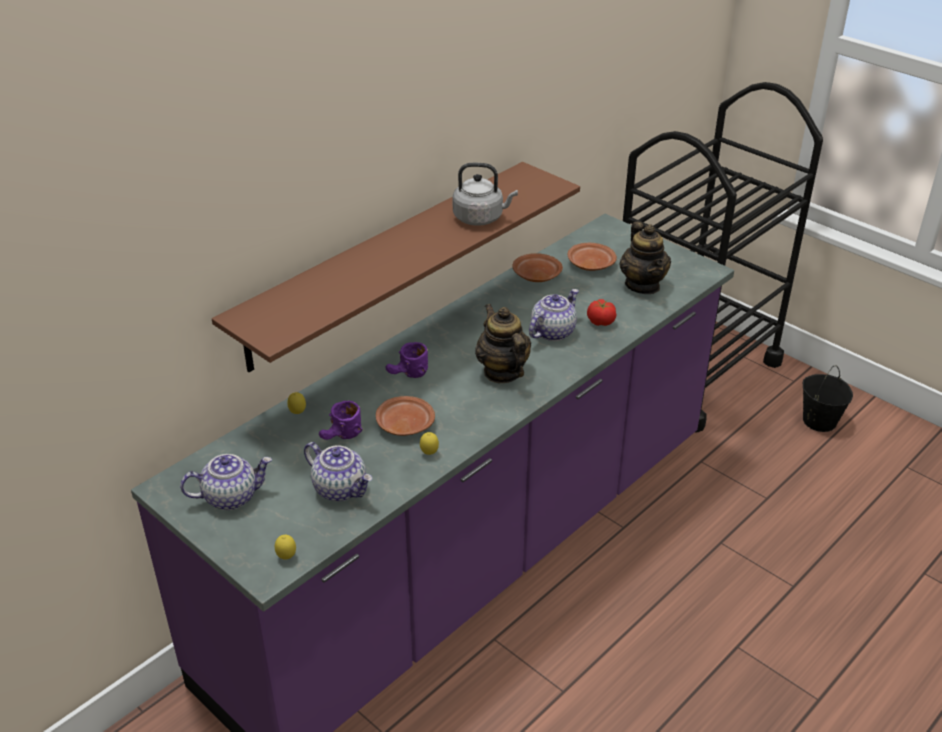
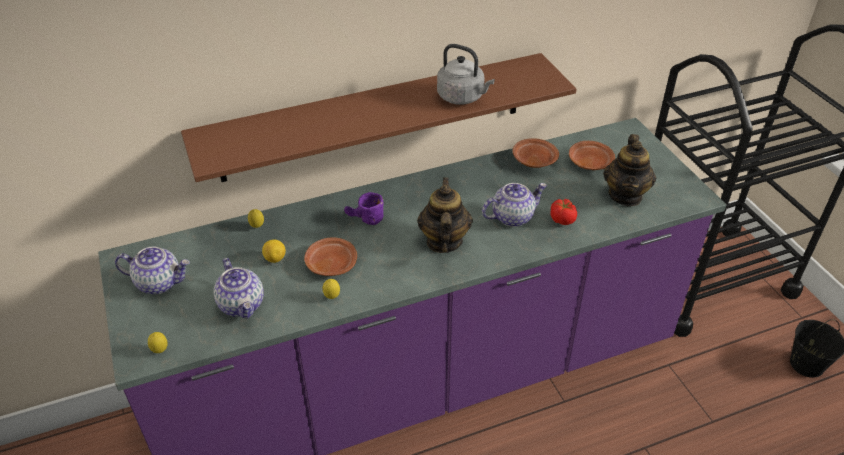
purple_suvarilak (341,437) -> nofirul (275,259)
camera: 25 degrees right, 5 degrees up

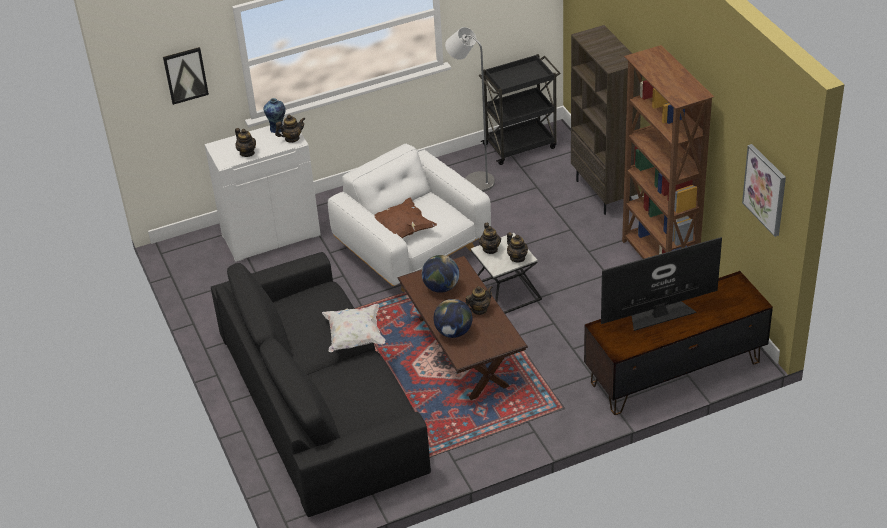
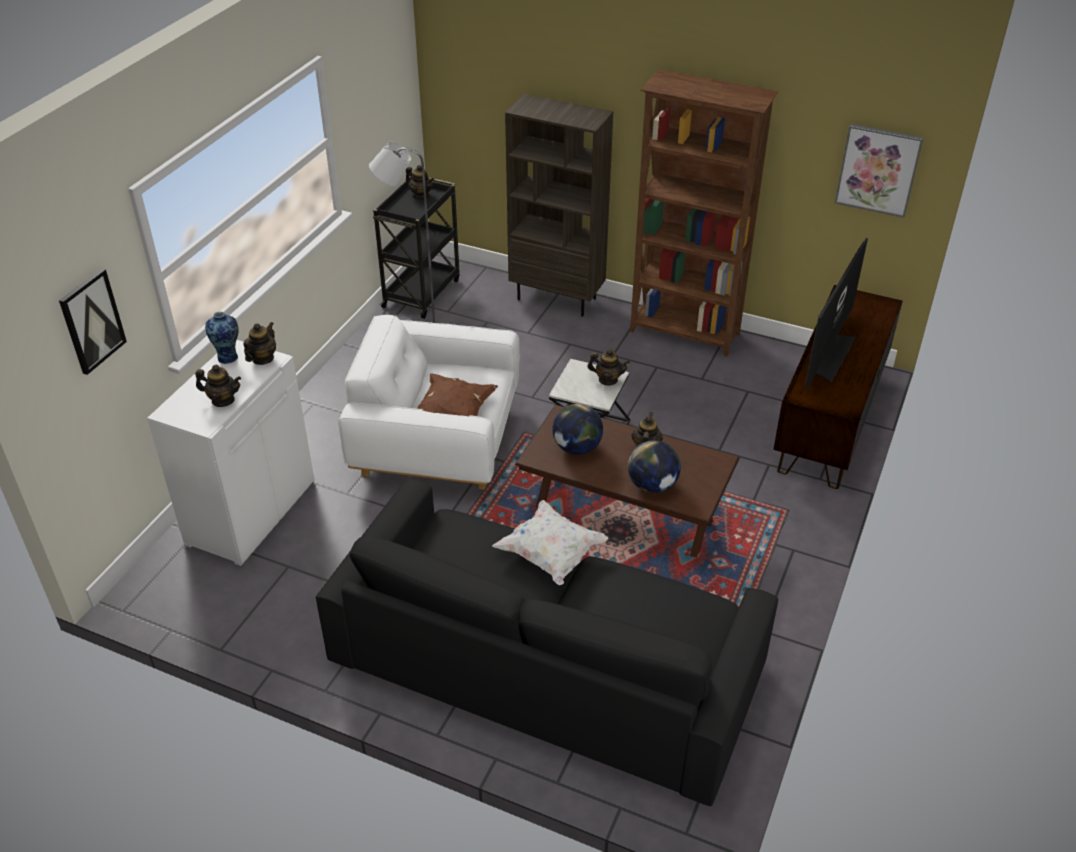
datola (490,249) -> datola (421,195), moved
camera: 45 degrees left, 0 degrees up

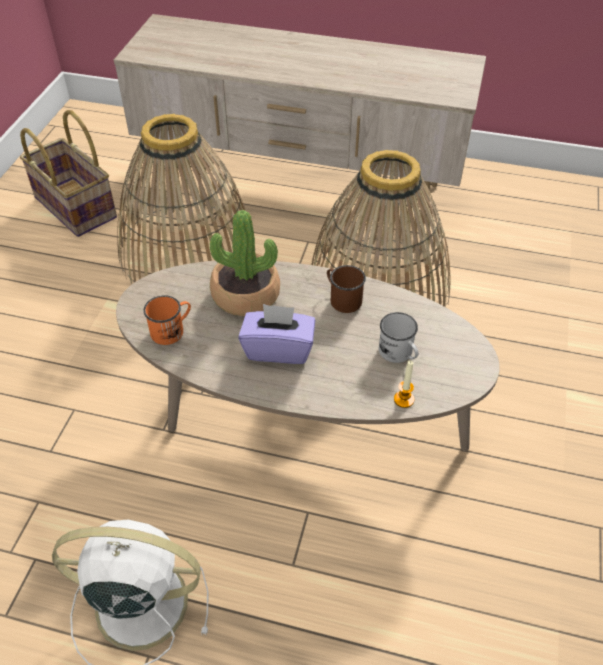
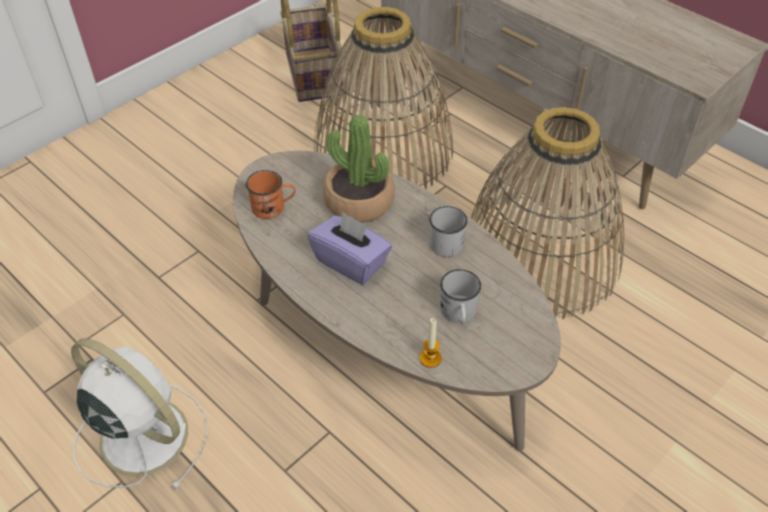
brown_suvarilak (342,299) -> white_suvarilak (445,240)
camera: 30 degrees right, 0 degrees up

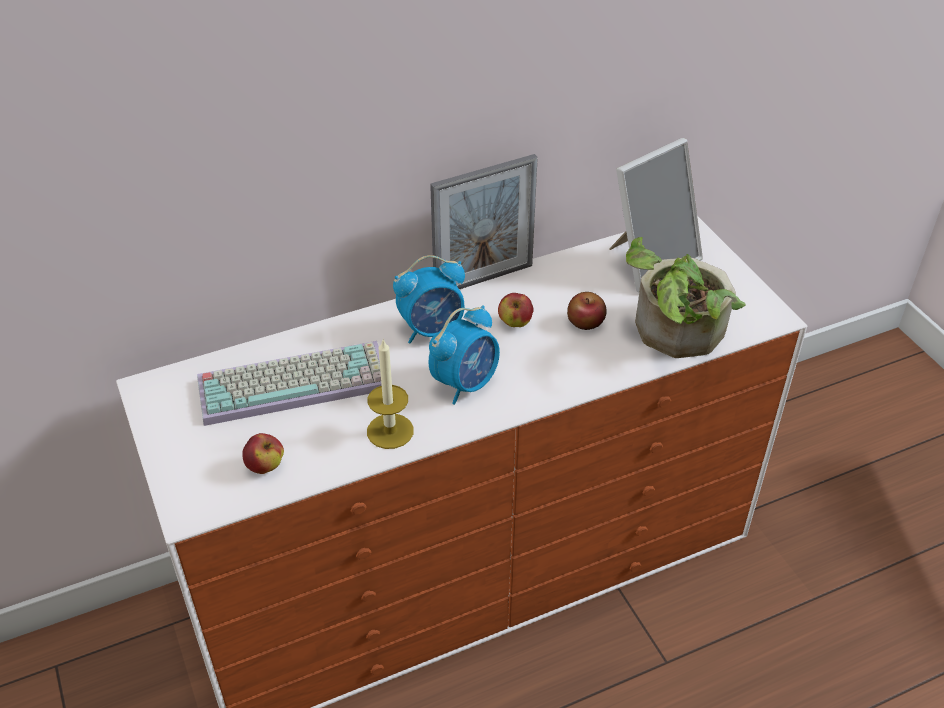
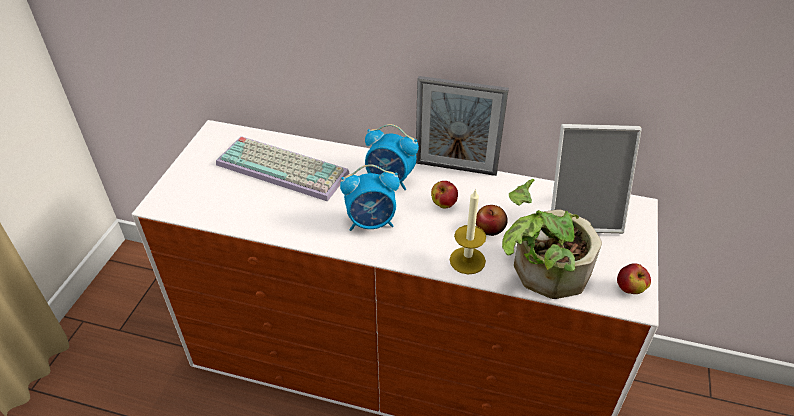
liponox (390,431) -> liponox (467,260), moved
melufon (265,466) -> melufon (630,289), moved
camera: 40 degrees right, 0 degrees up

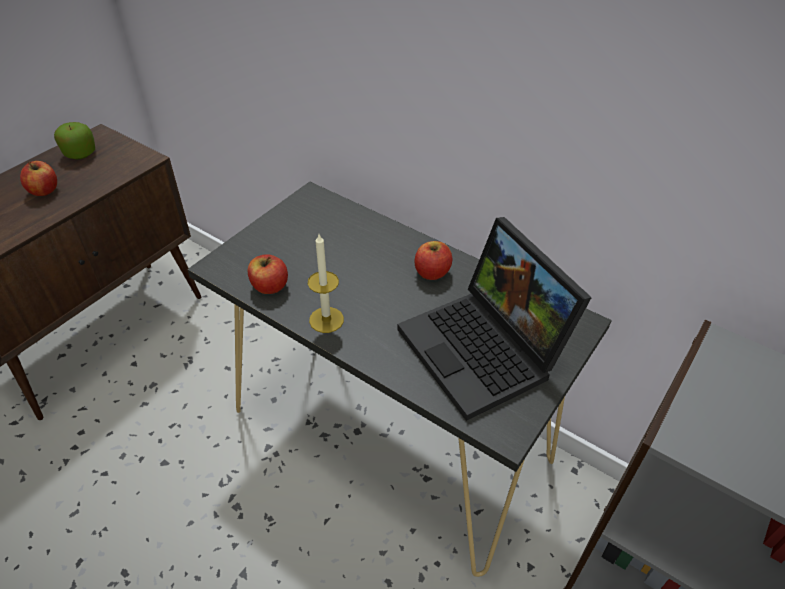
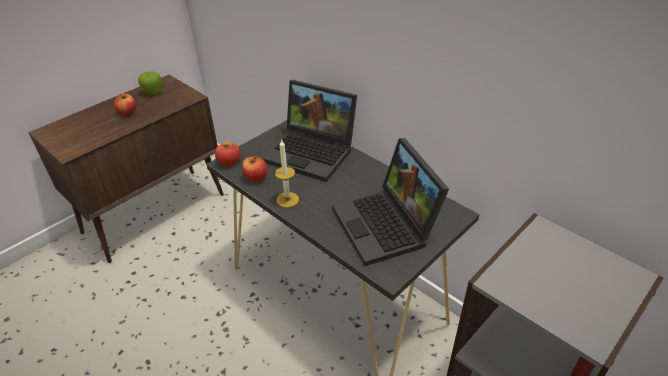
melufon (432,272) -> melufon (229,162), moved
none -> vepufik (313,152)
camera: 10 degrees right, 5 degrees down

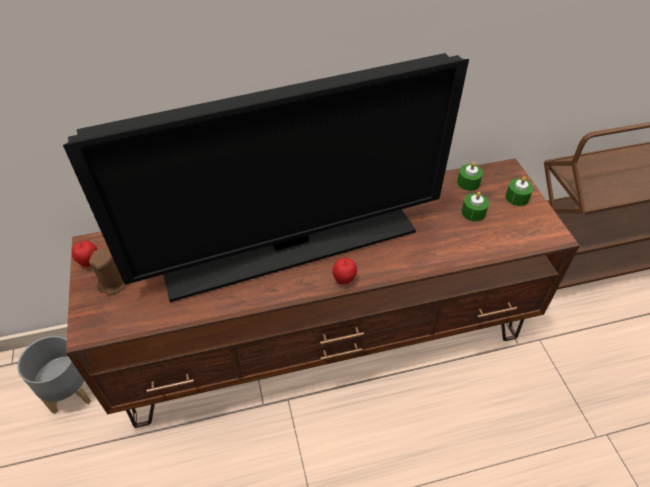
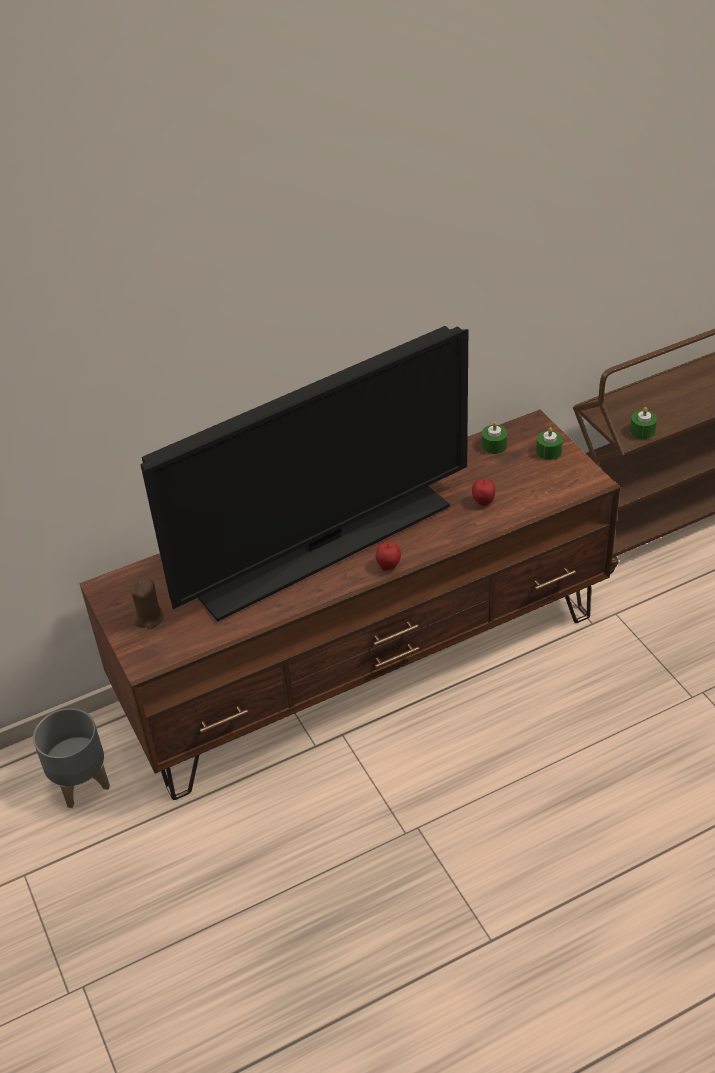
melufon (89,262) -> melufon (483,502), moved
green_liponox (473,212) -> green_liponox (642,431), moved
camera: 10 degrees left, 5 degrees down

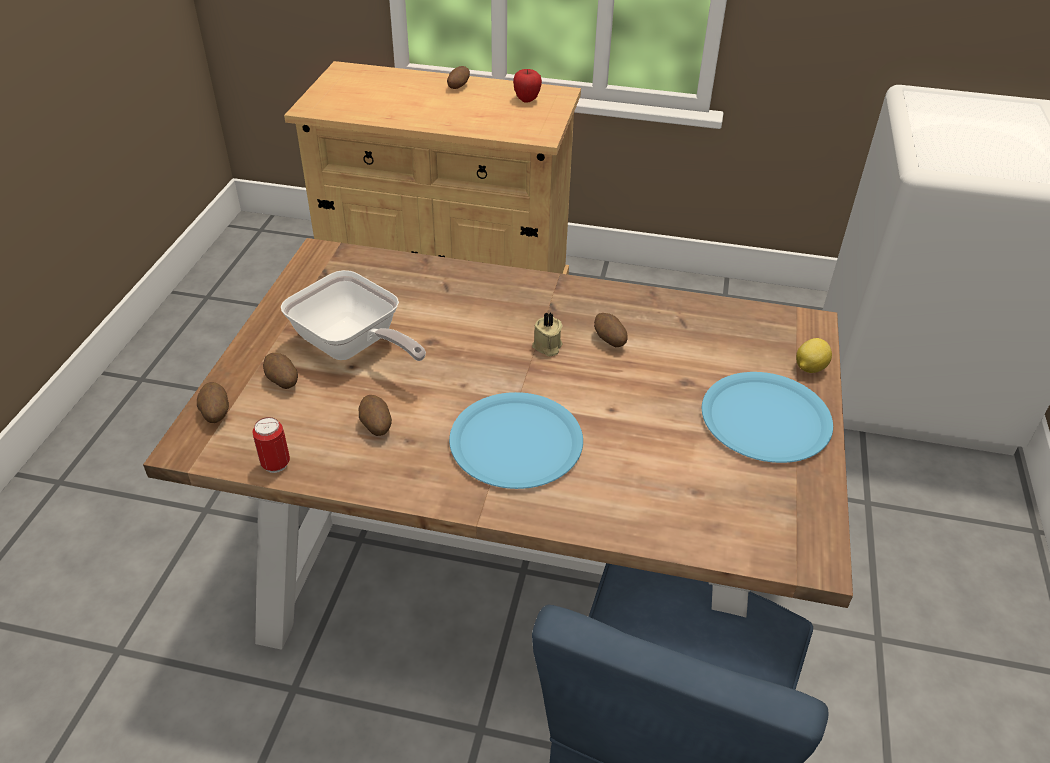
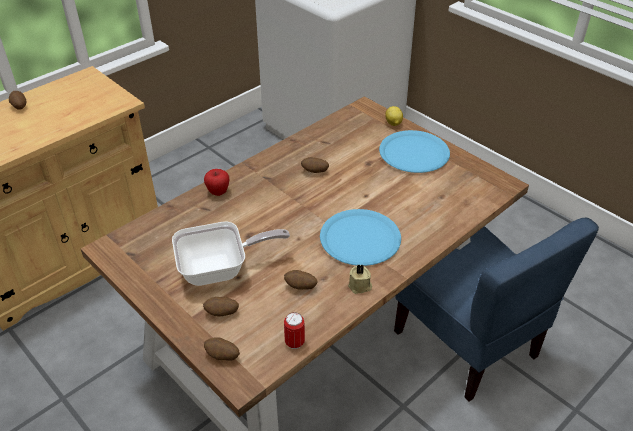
melufon (527,100) -> melufon (218,192), moved
beige_liponox (547,347) -> beige_liponox (360,286), moved
camera: 55 degrees left, 0 degrees up

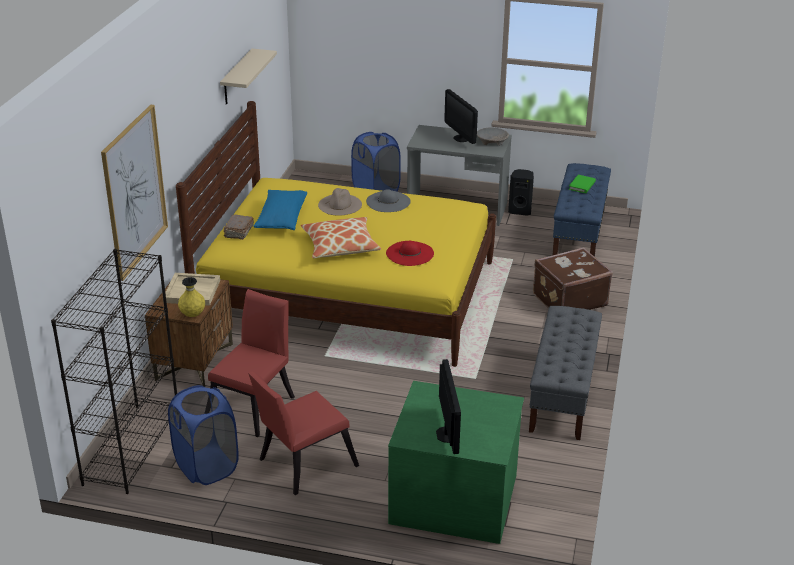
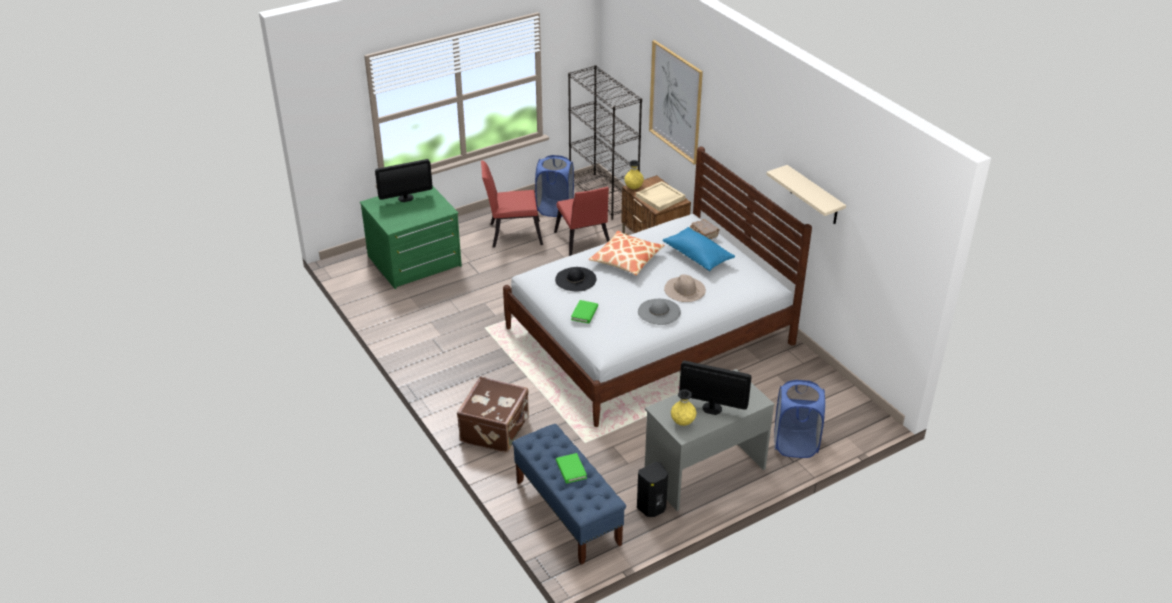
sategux (446,434) -> sategux (405,198), 60 degrees counterclockwise
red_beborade (302,464) -> red_beborade (512,234), 105 degrees counterclockwise
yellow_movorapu (349,294) -> white_movorapu (649,336)
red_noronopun (410,253) -> black_noronopun (575,279)
none -> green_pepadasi (584,313)
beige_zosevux (492,141) -> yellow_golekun (683,422)
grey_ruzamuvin (563,394) -> none
camera: 135 degrees right, 5 degrees up

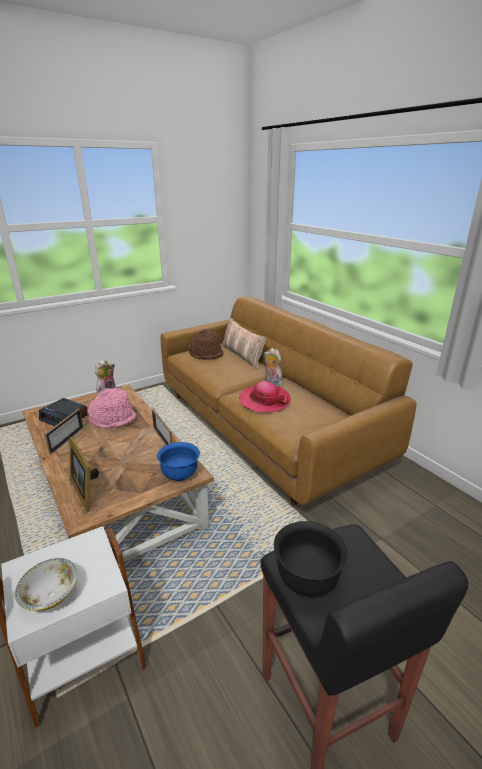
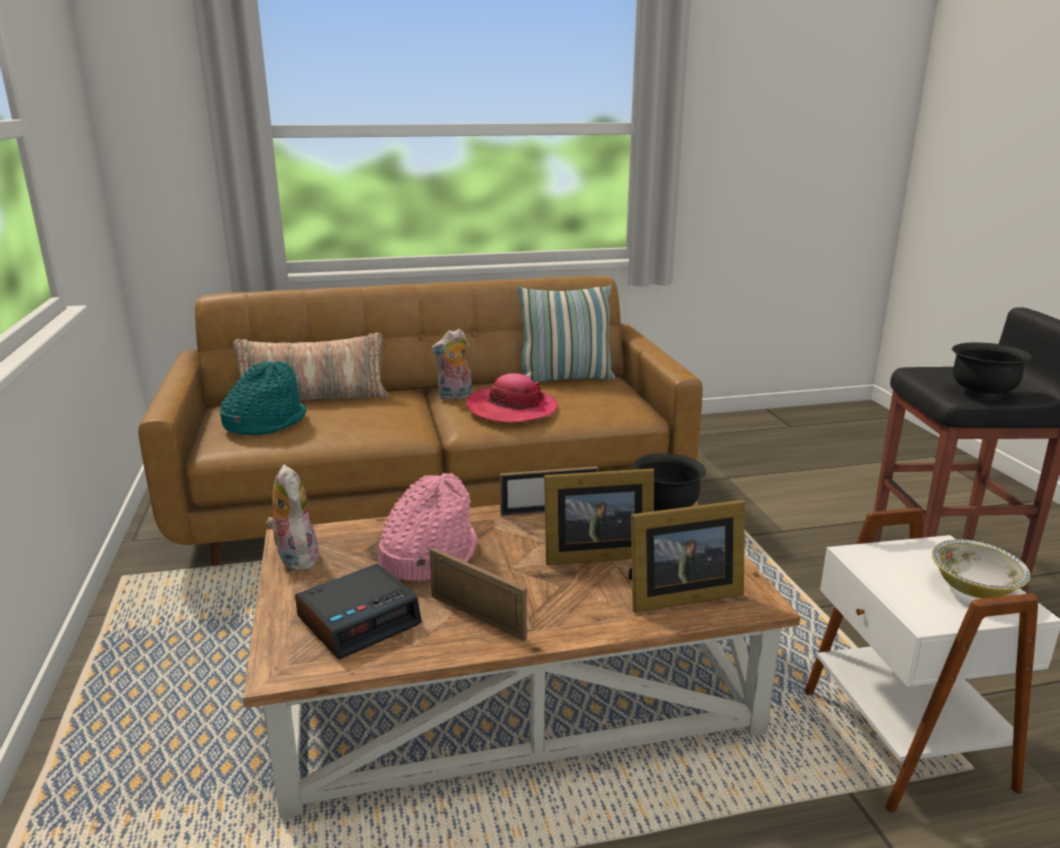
brown_noronopun (206,354) -> turquoise_noronopun (265,423)
none -> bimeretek (565,379)
none -> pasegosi (593,553)
blue_zosevux (180,475) -> black_zosevux (666,508)
camera: 70 degrees left, 5 degrees down

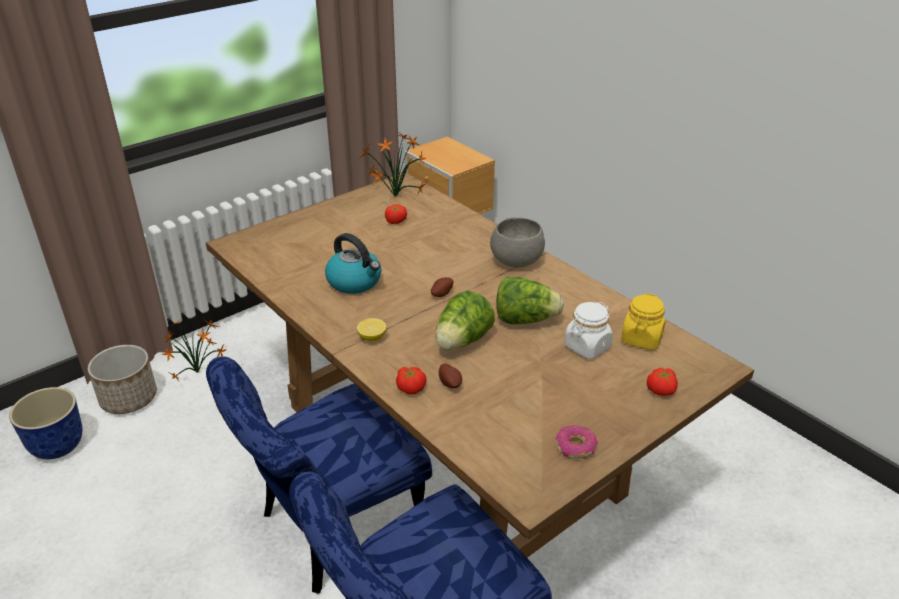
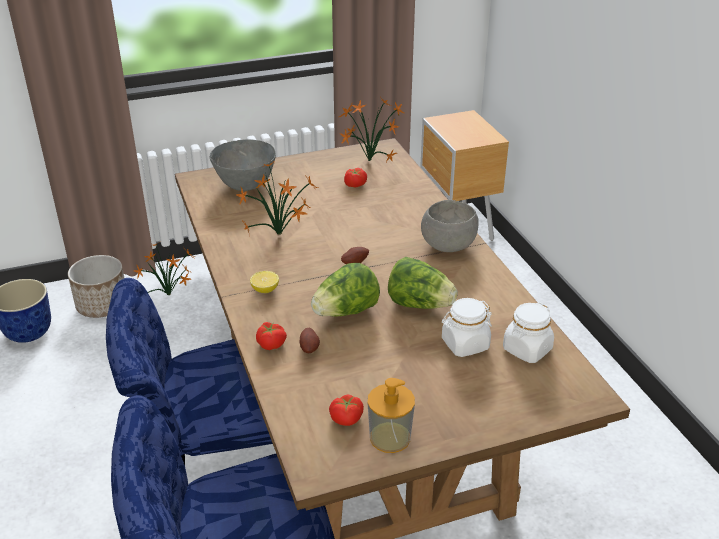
none -> grey_zosevux (246,185)
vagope (355,282) -> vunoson (282,235)
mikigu (661,390) -> mikigu (347,419), moved
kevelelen (576,447) -> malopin (390,437)
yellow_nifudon (641,339) -> white_nifudon (527,349)
camera: 20 degrees right, 0 degrees up

